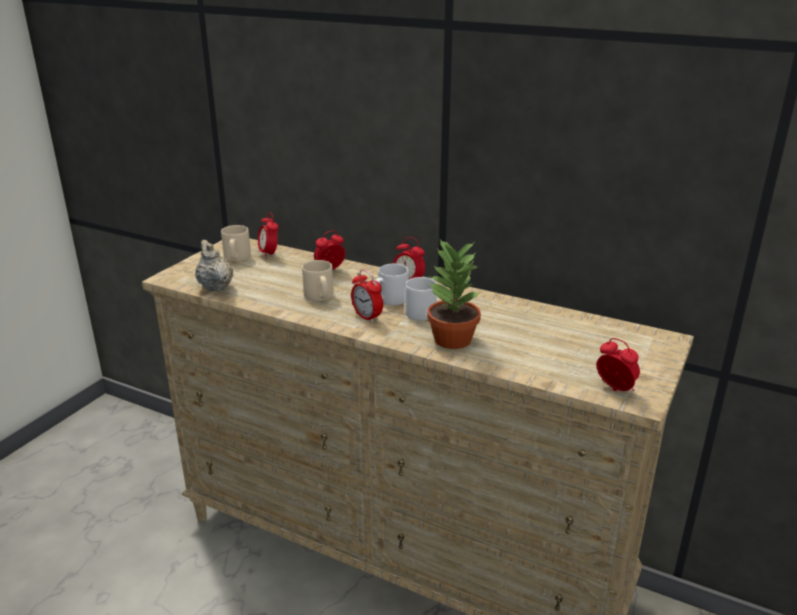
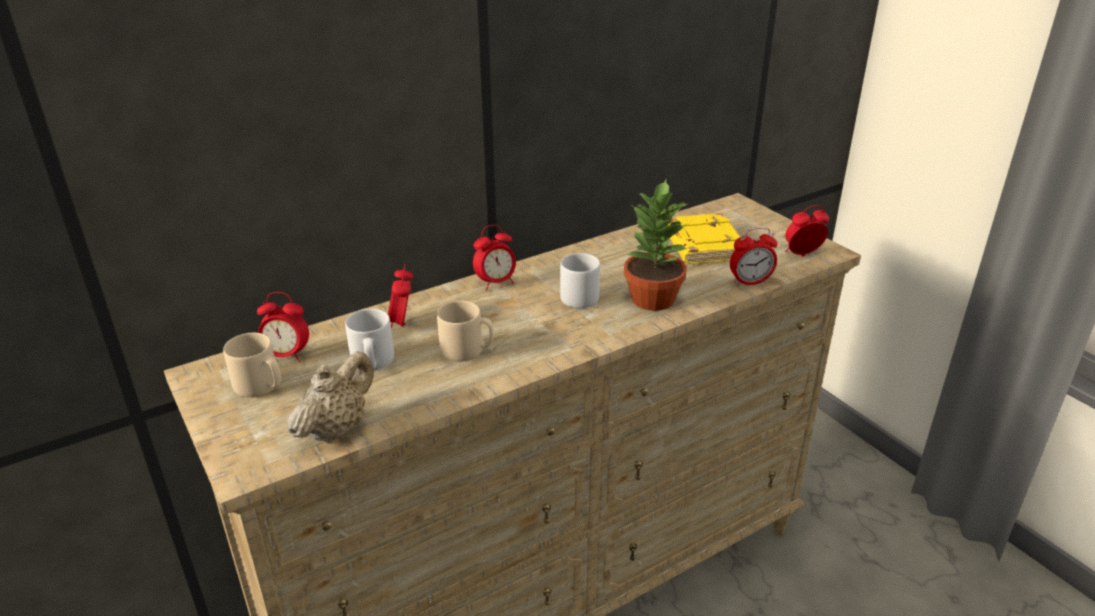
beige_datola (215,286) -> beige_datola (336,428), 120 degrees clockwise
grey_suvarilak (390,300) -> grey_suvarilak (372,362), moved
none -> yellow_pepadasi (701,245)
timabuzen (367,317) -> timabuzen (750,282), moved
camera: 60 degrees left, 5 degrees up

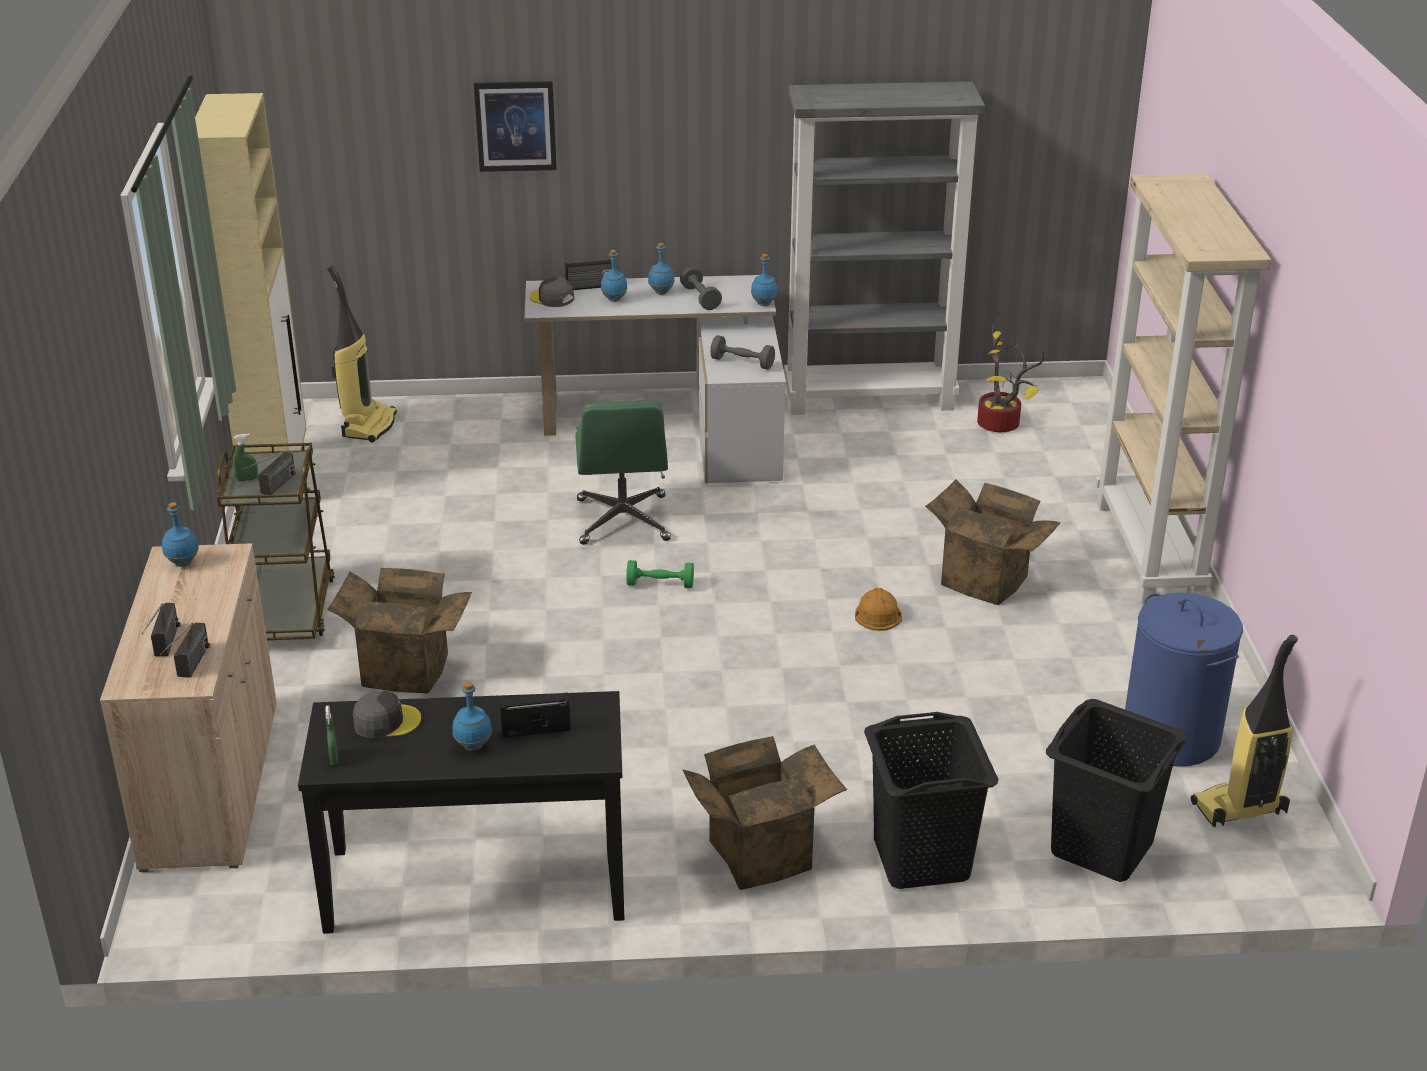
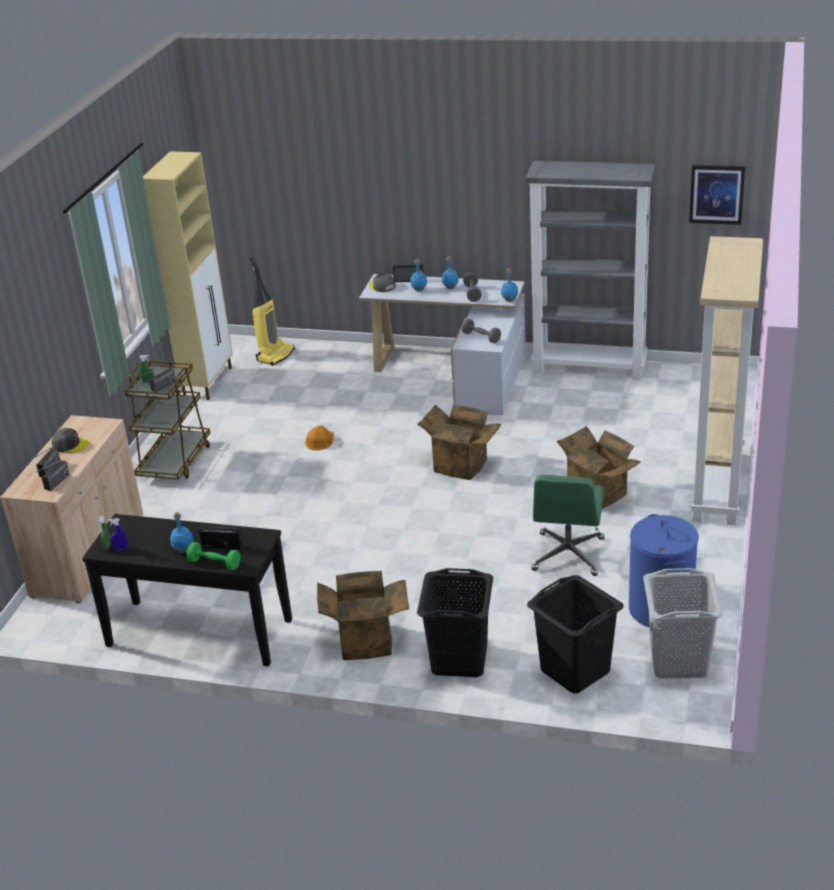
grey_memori (386,721) -> grey_memori (70,445), moved
none -> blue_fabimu (120,548)
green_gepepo (660,584) -> green_gepepo (214,563), moved
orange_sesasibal (877,613) -> orange_sesasibal (320,440), moved
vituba (408,667) -> vituba (462,464), moved
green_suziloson (623,521) -> green_suziloson (568,555), moved
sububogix (1238,809) -> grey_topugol (678,661)
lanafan (515,126) -> lanafan (716,194), moved
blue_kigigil (182,563) -> none
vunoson (1002,425) -> none
camera: 20 degrees right, 0 degrees up

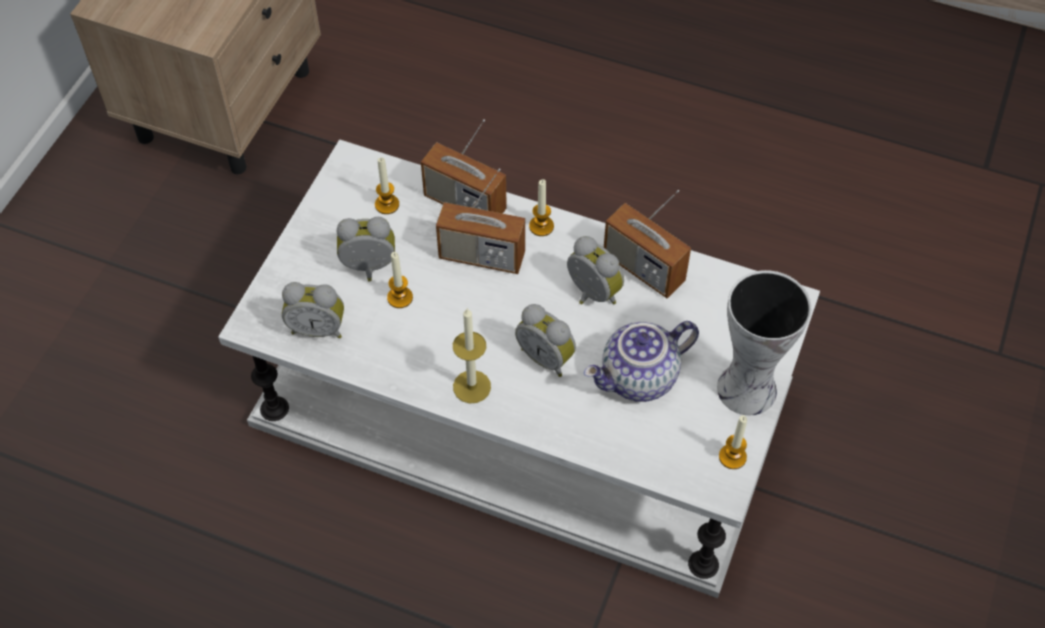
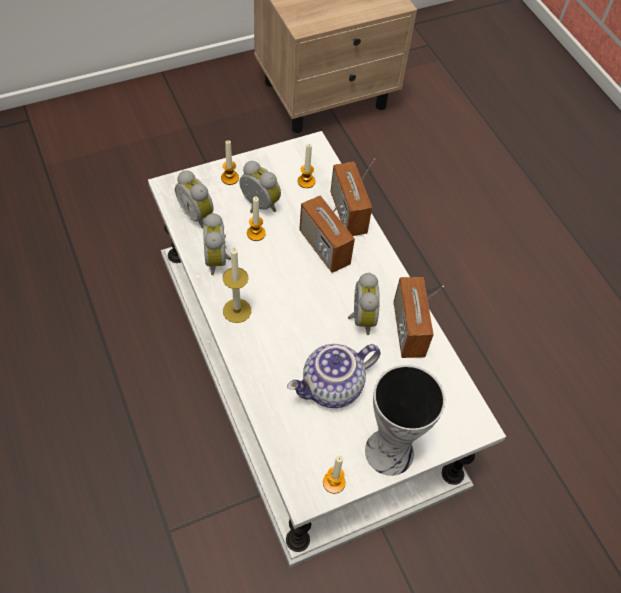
timabuzen (547,356) -> timabuzen (218,260), moved
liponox (541,226) -> liponox (229,178), moved
datola (639,379) -> datola (332,388), 45 degrees counterclockwise
camera: 40 degrees right, 0 degrees up

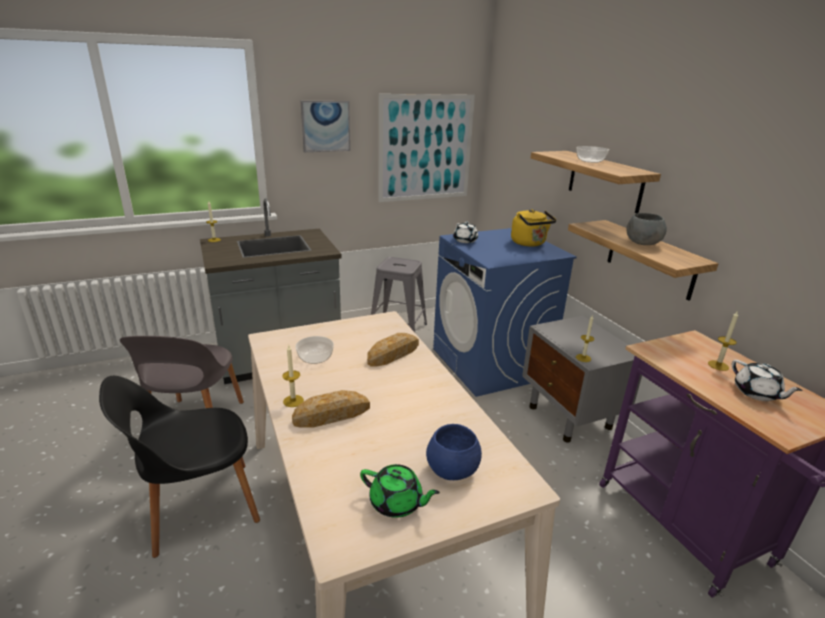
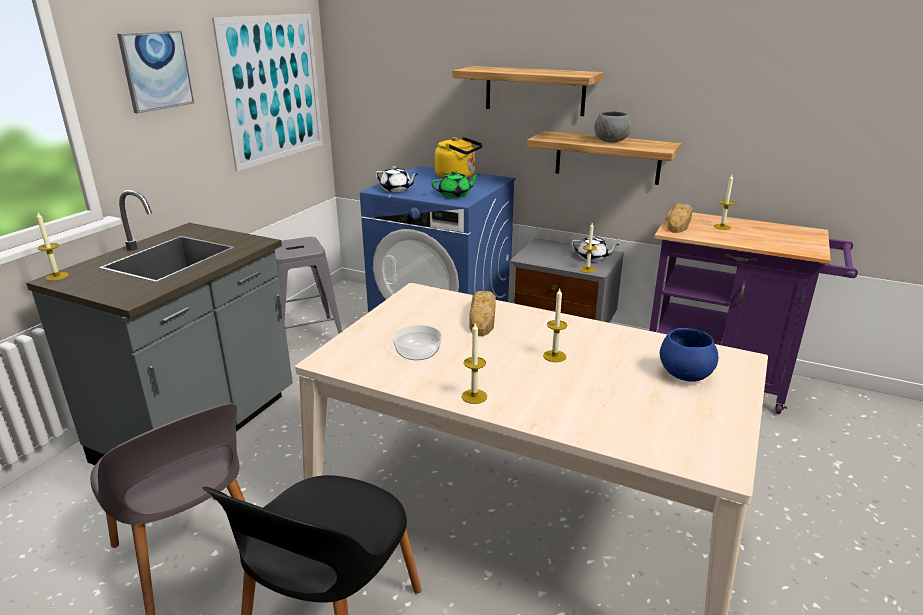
green_datola (397,503) -> green_datola (455,195), moved
none -> liponox (554,356)
white_datola (757,393) -> white_datola (592,258), moved
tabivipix (332,415) -> tabivipix (679,223), moved
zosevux (589,161) -> none
camera: 40 degrees left, 0 degrees up

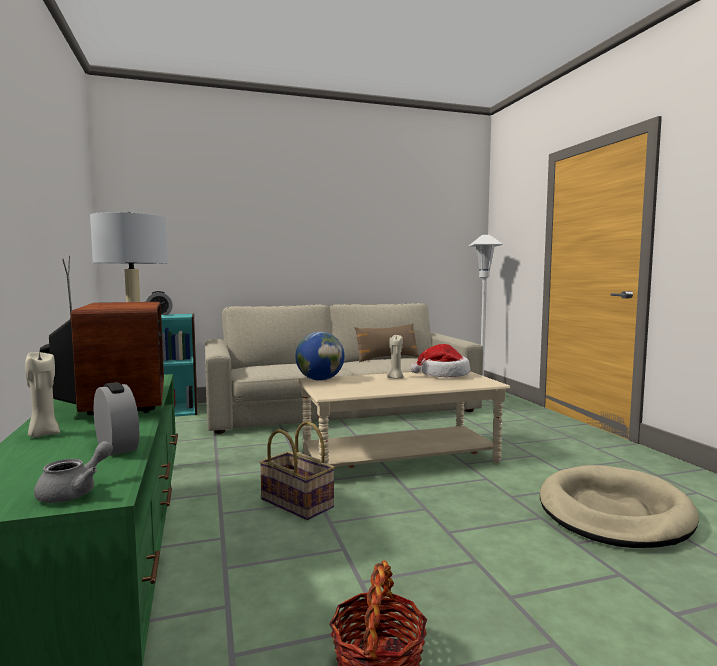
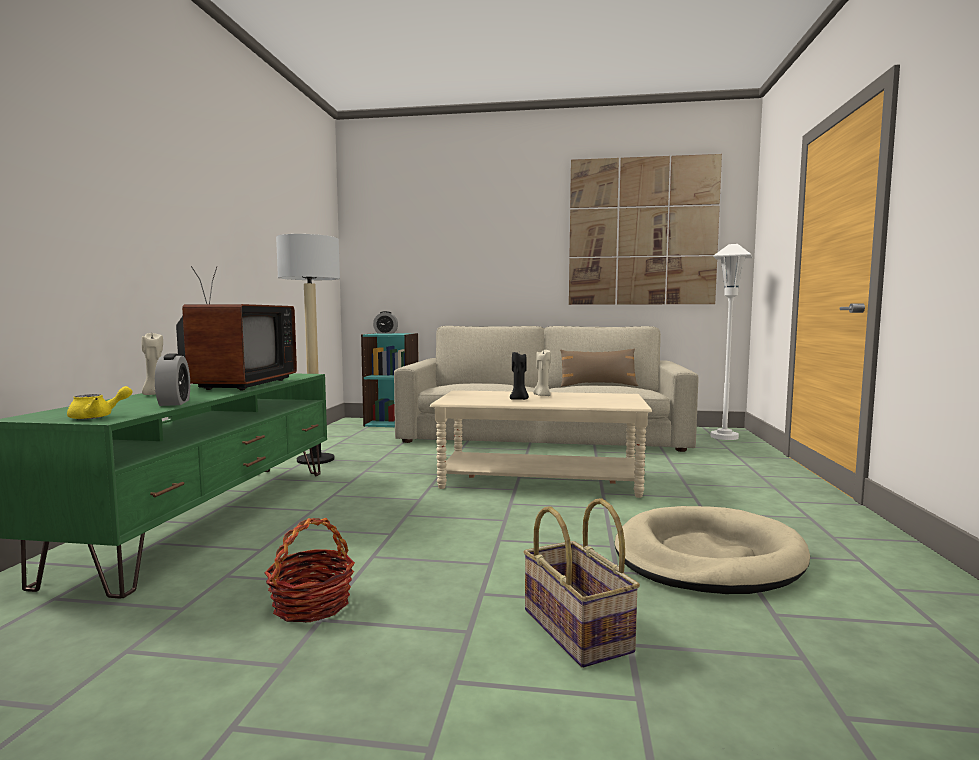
grey_datola (75,492) -> yellow_datola (97,417)
none -> black_liponox (519,399)
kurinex (298,503) -> kurinex (578,630), moved
none -> lanafan (642,232)
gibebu (320,380) -> none
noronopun (443,375) -> none
camera: 25 degrees right, 0 degrees up

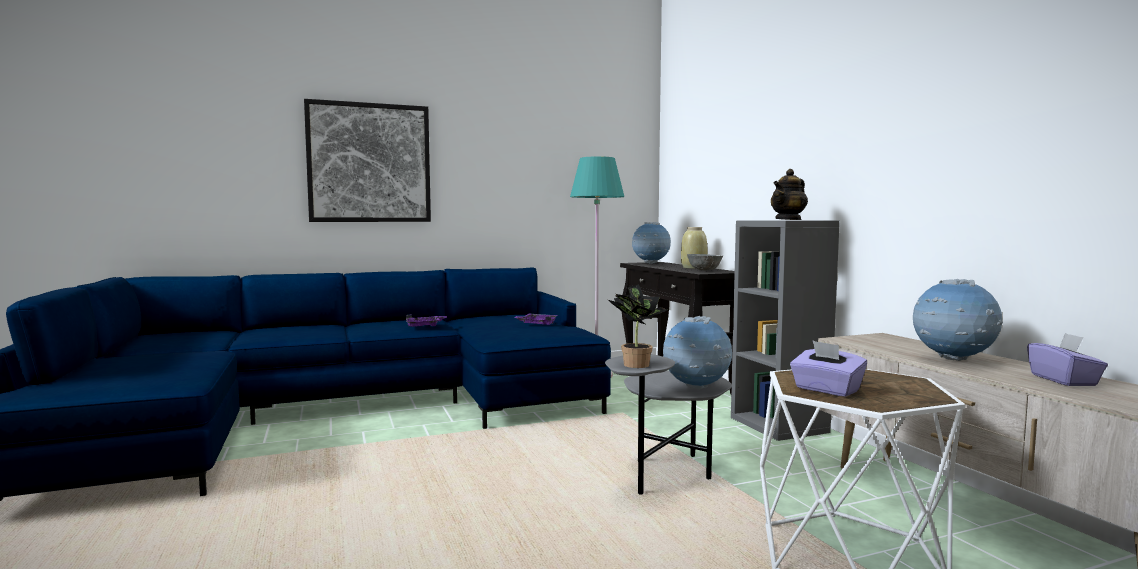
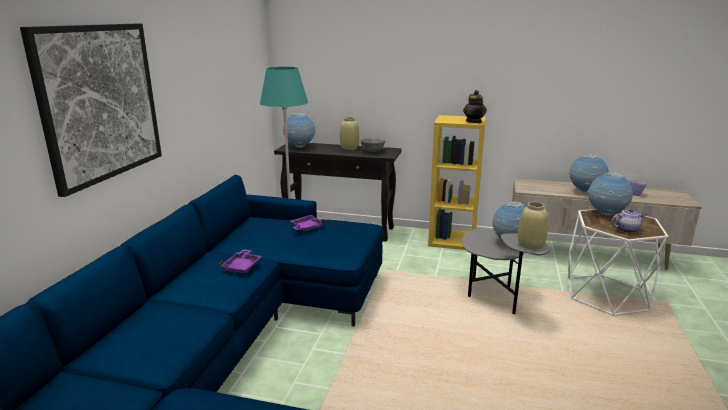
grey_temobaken (780,425) -> yellow_temobaken (452,240)
vunoson (636,364) -> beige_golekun (530,244)
none -> gibebu (606,214)
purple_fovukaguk (826,390) -> datola (627,230)
camera: 55 degrees left, 15 degrees up

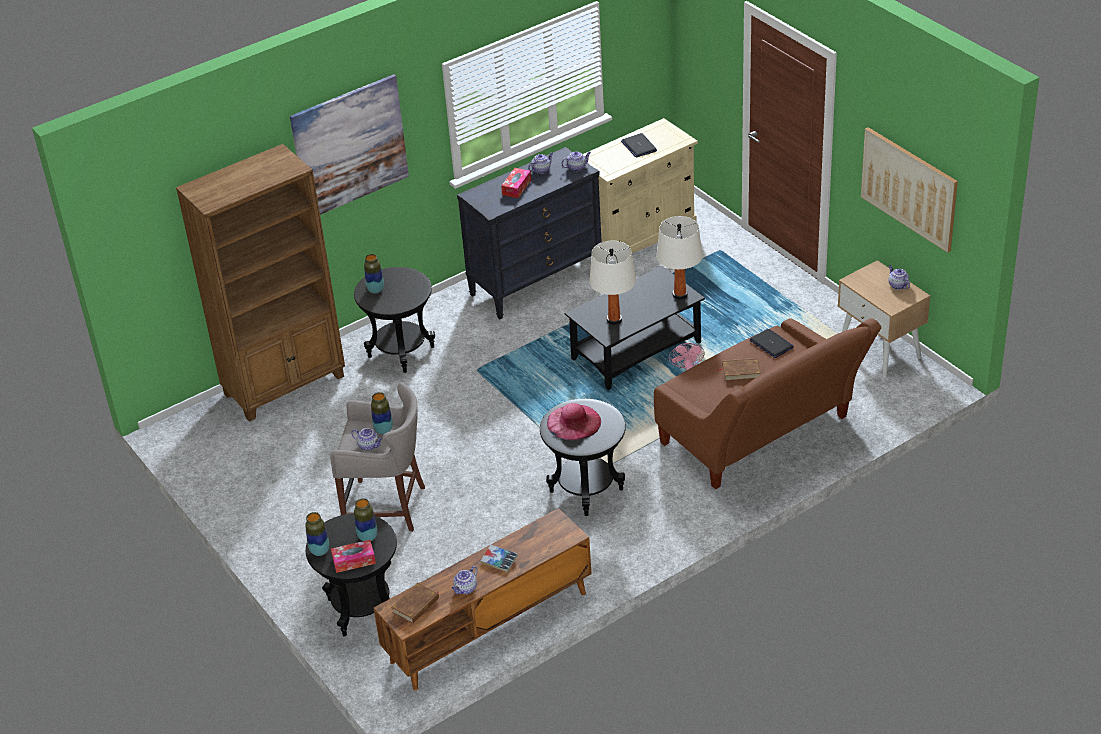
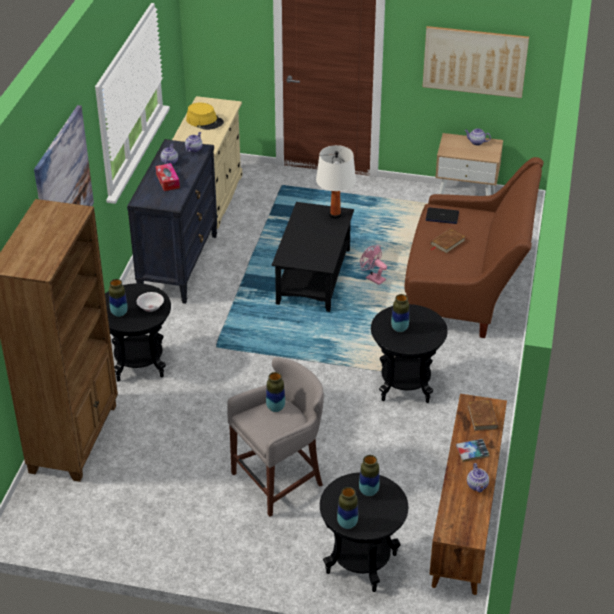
none -> white_zosevux (151,308)
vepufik (638,146) -> yellow_noronopun (205,121)
pink_noronopun (573,422) -> golekun (399,328)
brown_pepadasi (416,605) -> brown_pepadasi (482,417), moved
fovukaguk (354,561) -> none
datola (369,445) -> none
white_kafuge (614,319) -> none
camera: 45 degrees left, 0 degrees up

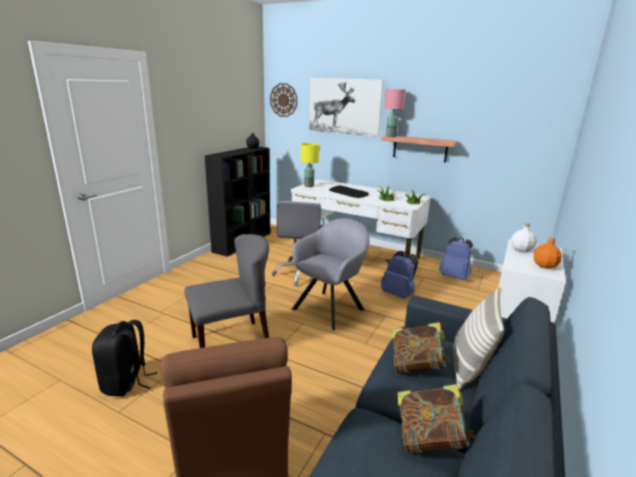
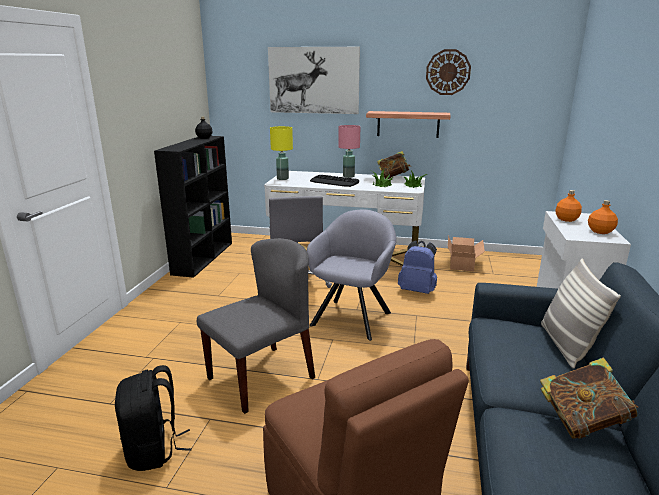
pink_kafuge (391,136) -> pink_kafuge (348,176), moved
pepadasi (417,366) -> pepadasi (393,177), moved
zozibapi (283,100) -> zozibapi (448,72), moved
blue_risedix (454,276) -> vituba (463,263)
white_kigigil (521,250) -> orange_kigigil (566,219)
camera: 15 degrees left, 0 degrees up

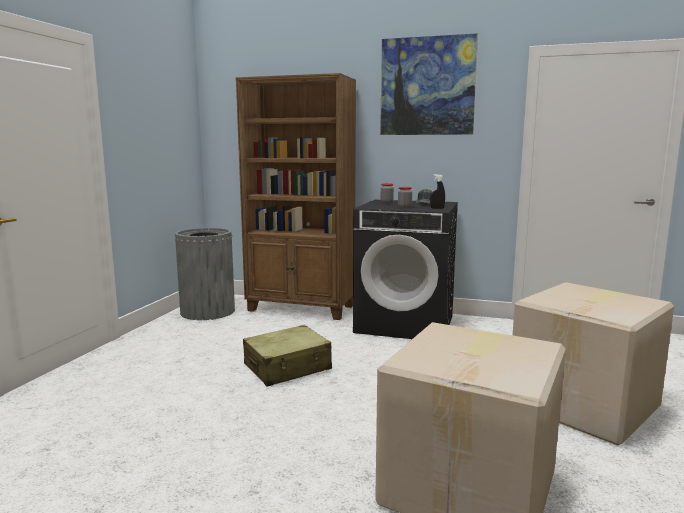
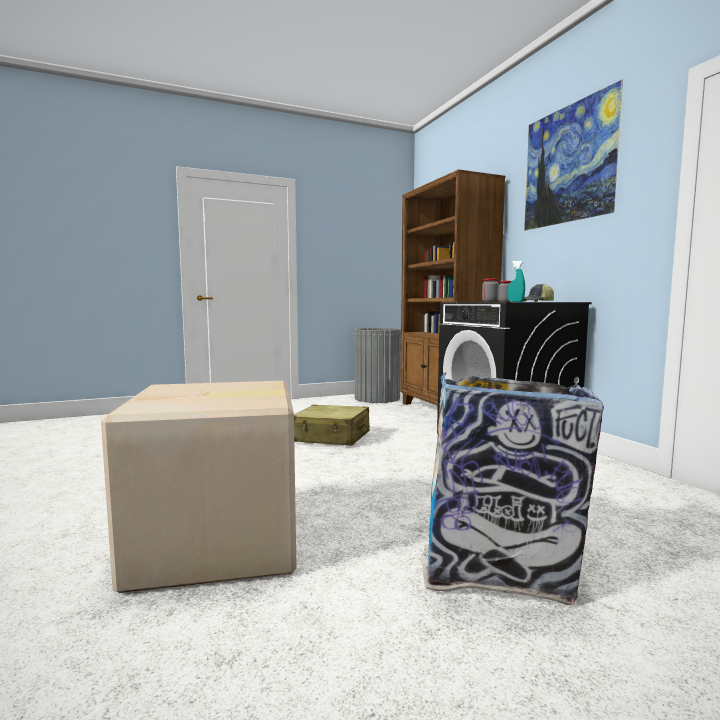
vituba (585,405) -> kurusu (497,564)
black_fabimu (437,208) -> turquoise_fabimu (516,301)
camera: 50 degrees right, 5 degrees down

